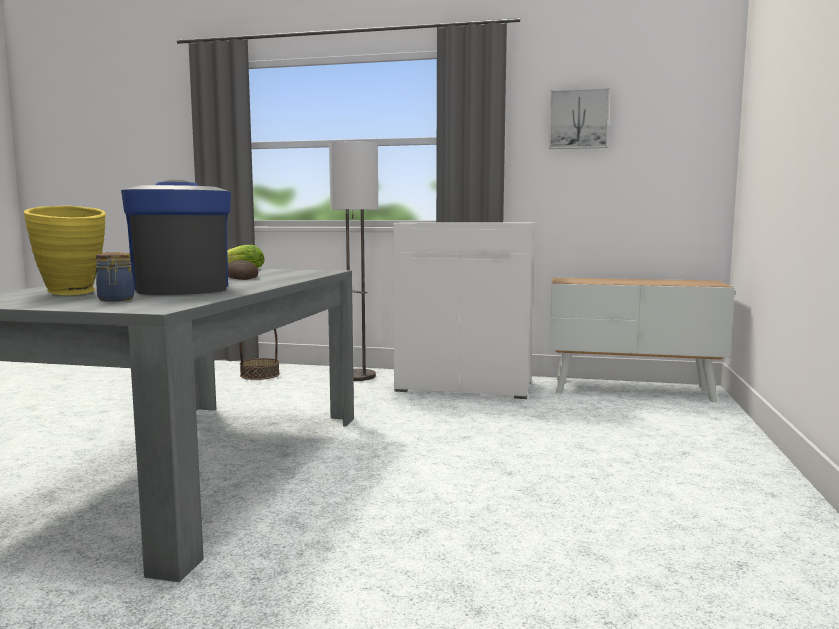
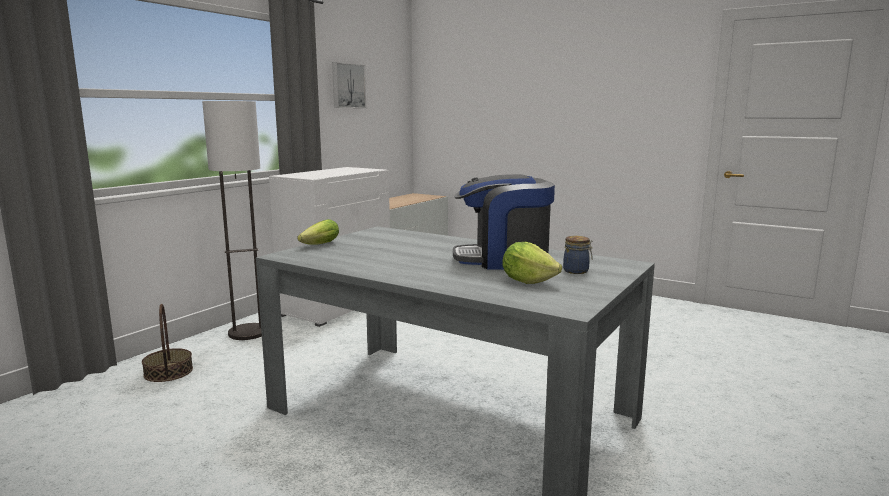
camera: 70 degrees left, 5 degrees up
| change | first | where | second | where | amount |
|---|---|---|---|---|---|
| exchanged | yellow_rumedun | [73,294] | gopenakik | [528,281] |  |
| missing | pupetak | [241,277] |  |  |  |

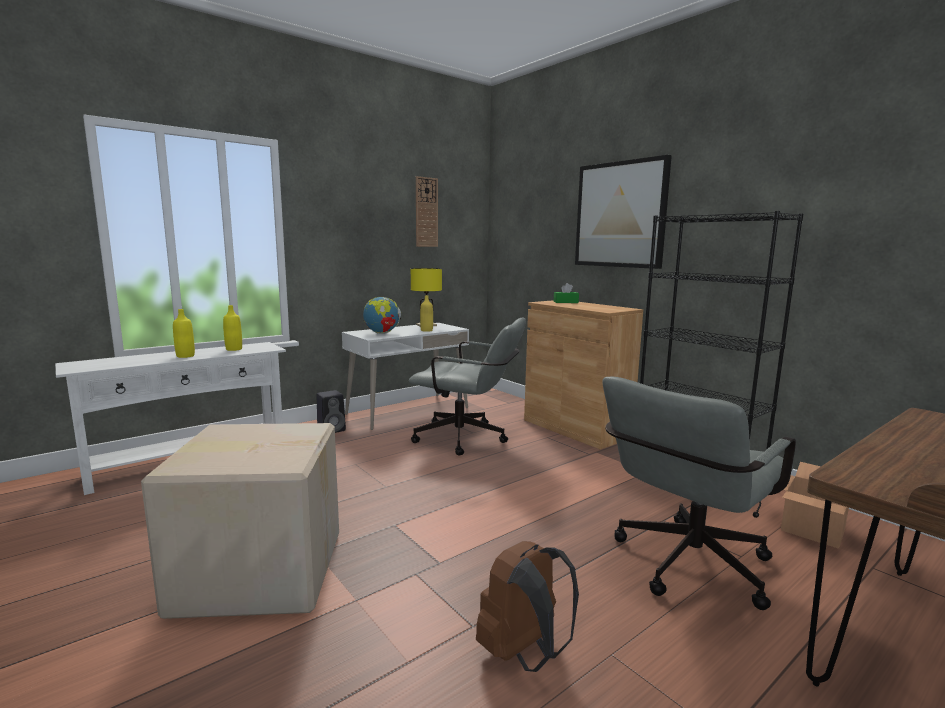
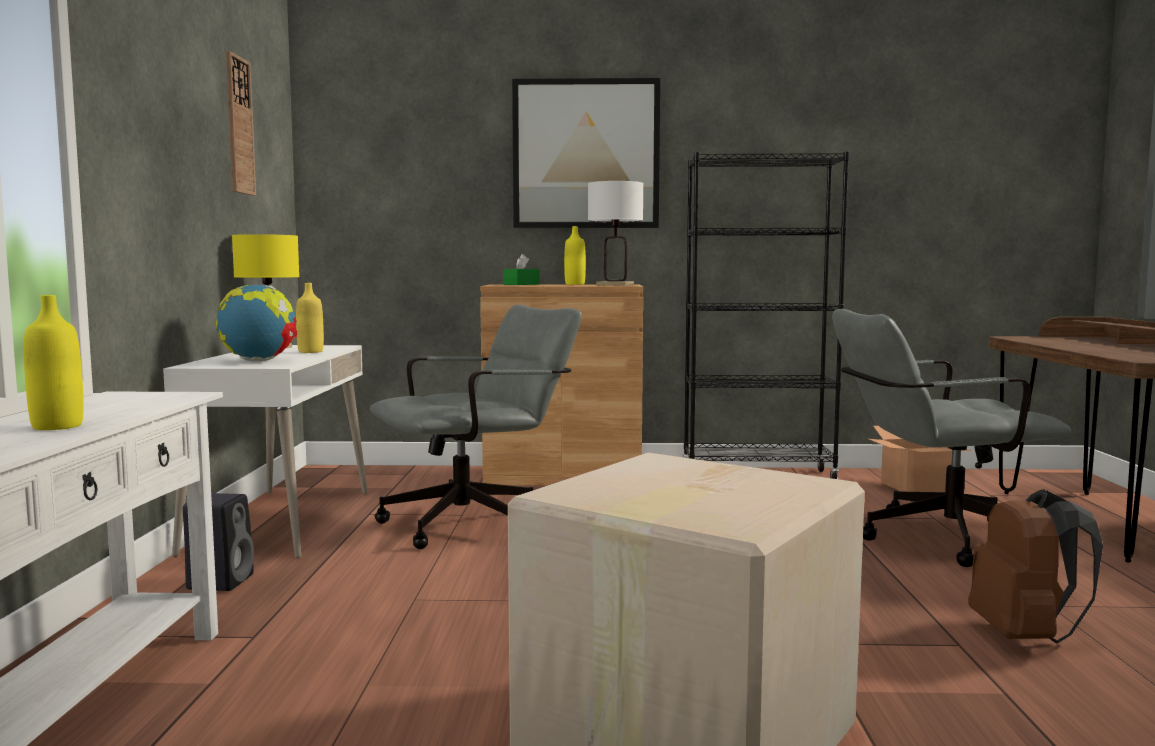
camera: 50 degrees left, 5 degrees down
| change | first | where | second | where | amount |
|---|---|---|---|---|---|
| relocated | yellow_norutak | [234,349] |  | [575,284] |  |
| appeared |  |  | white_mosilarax | [615,285] |  |
| spun | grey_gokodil | [685,568] |  | [934,539] | 90 degrees clockwise |

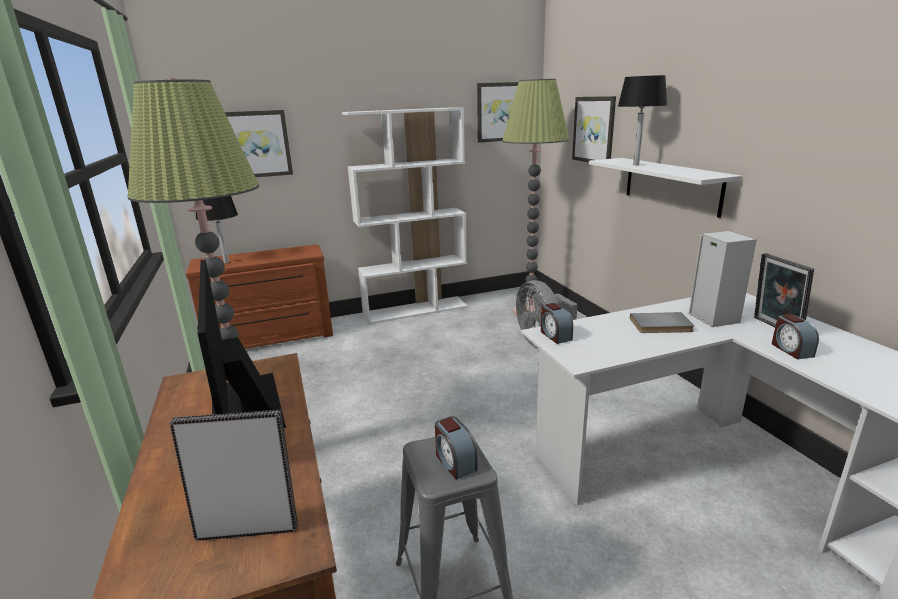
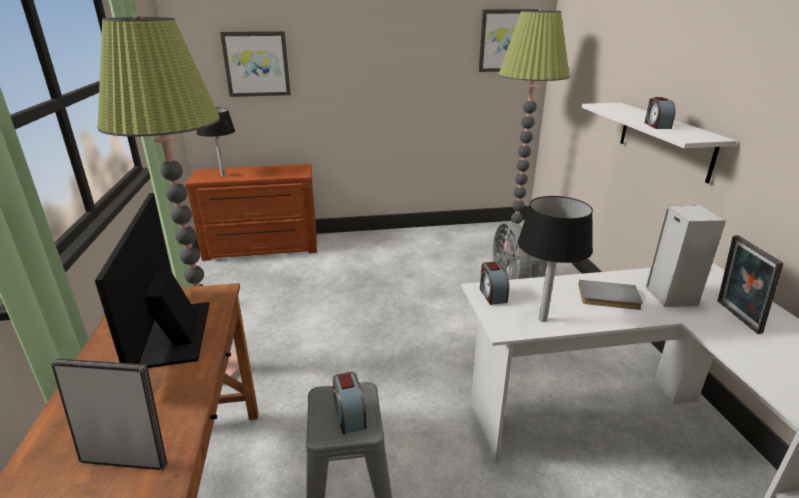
camera: 10 degrees right, 5 degrees up
| change | first | where | second | where | amount |
|---|---|---|---|---|---|
| relocated | black_mosilarax | [636,165] |  | [543,319] |  |
| relocated | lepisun | [791,350] |  | [656,125] |  |
| missing | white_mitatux | [416,310] |  |  |  |
| missing | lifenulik | [594,130] |  |  |  |

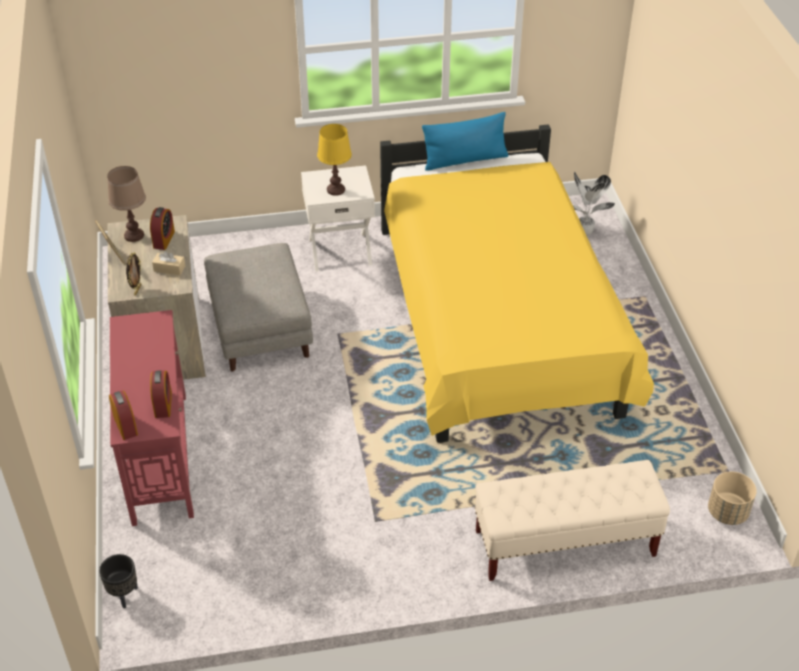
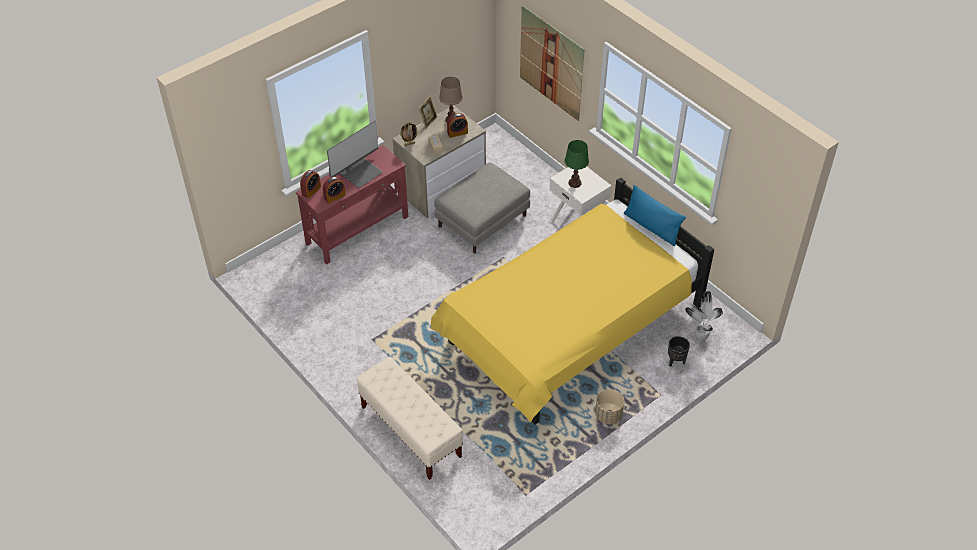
camera: 60 degrees right, 5 degrees up
| change | first | where | second | where | amount |
|---|---|---|---|---|---|
| appeared |  |  | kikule | [360,172] |  |
| appeared |  |  | lifenulik | [551,63] |  |
| colour | yellow_mosilarax | [335,190] | green_mosilarax | [574,183] |  |
| relocated | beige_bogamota | [728,512] |  | [608,415] |  |
| relocated | black_bogamota | [124,595] |  | [676,361] |  |

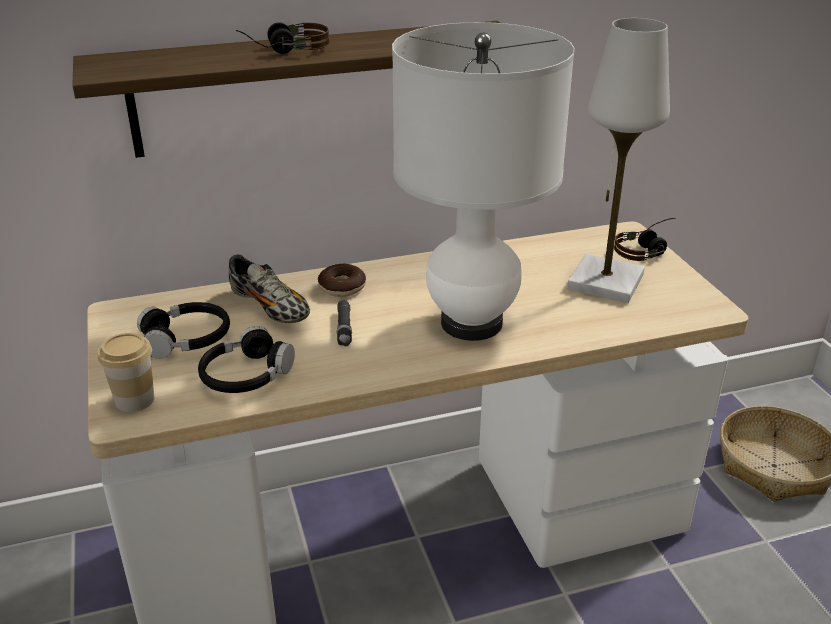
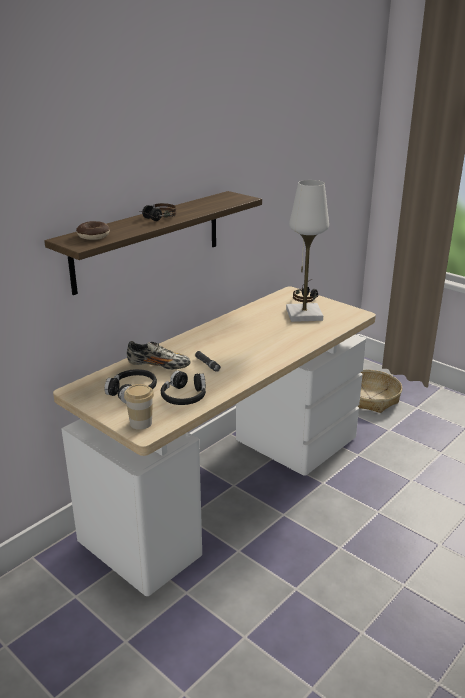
camera: 30 degrees left, 5 degrees down
| change | first | where | second | where | amount |
|---|---|---|---|---|---|
| relocated | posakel | [342,287] |  | [93,236] |  |
| missing | white_mosilarax | [471,323] |  |  |  |

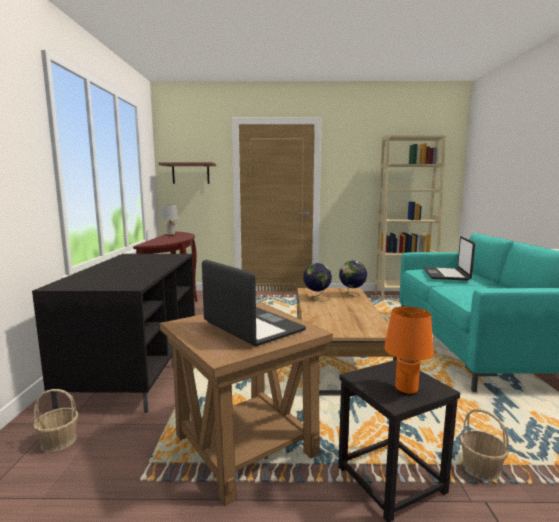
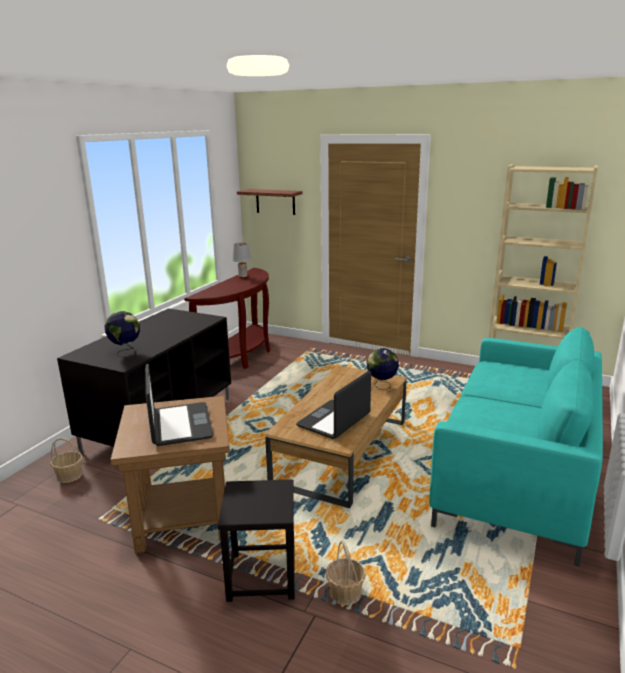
camera: 25 degrees right, 10 degrees up
| change | first | where | second | where | amount |
|---|---|---|---|---|---|
| relocated | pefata | [316,298] |  | [126,352] |  |
| relocated | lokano | [446,274] |  | [334,420] |  |
| missing | orange_mosilarax | [406,390] |  |  |  |

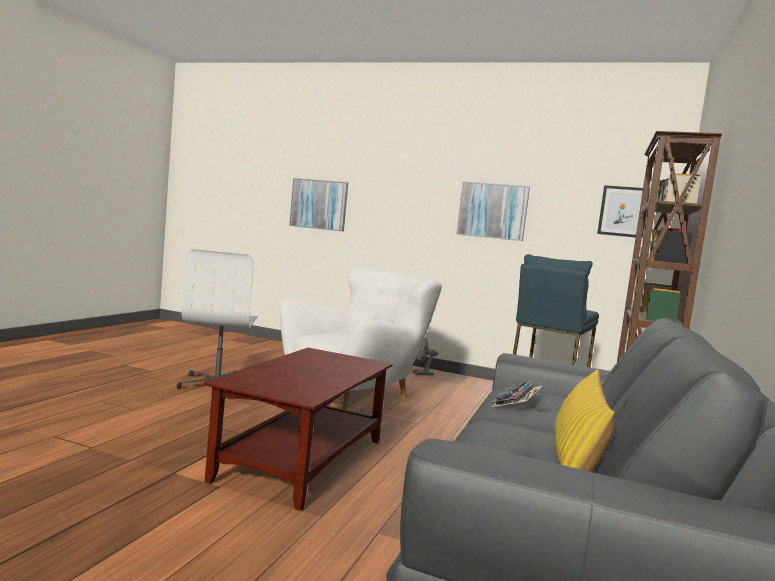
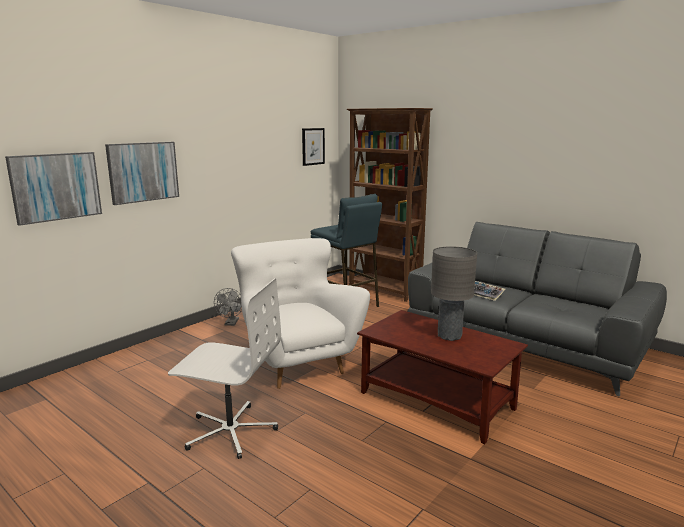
camera: 70 degrees left, 10 degrees up
| change | first | where | second | where | amount |
|---|---|---|---|---|---|
| relocated | lifenulik | [492,211] |  | [143,172] |  |
| appeared |  |  | grey_mosilarax | [449,336] |  |
| missing | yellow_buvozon | [576,459] |  |  |  |

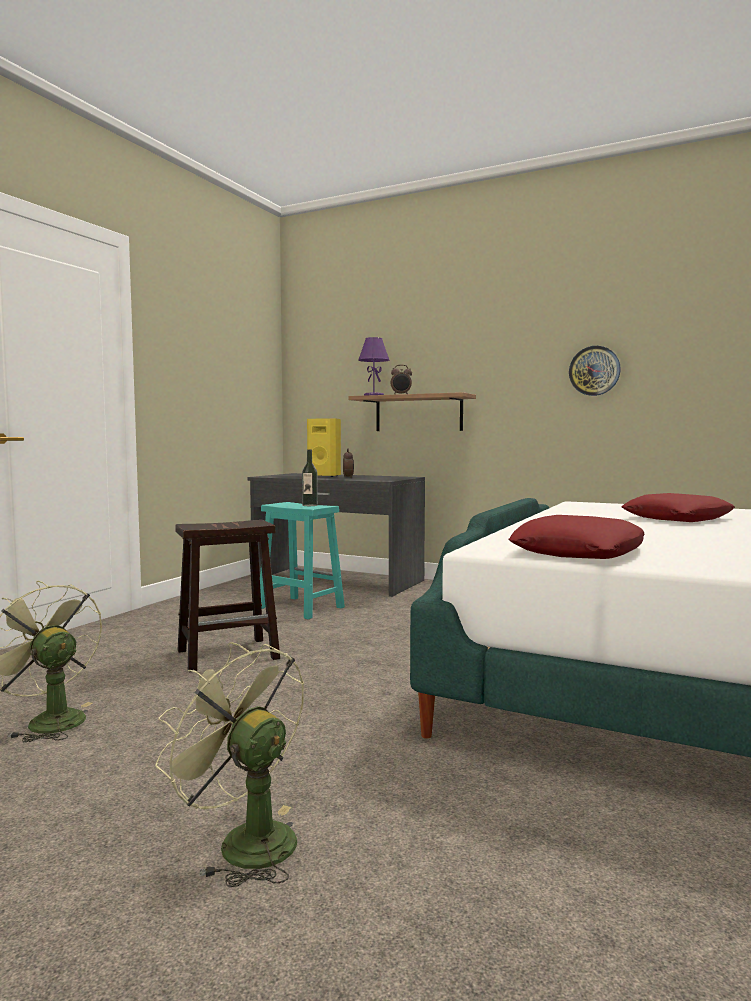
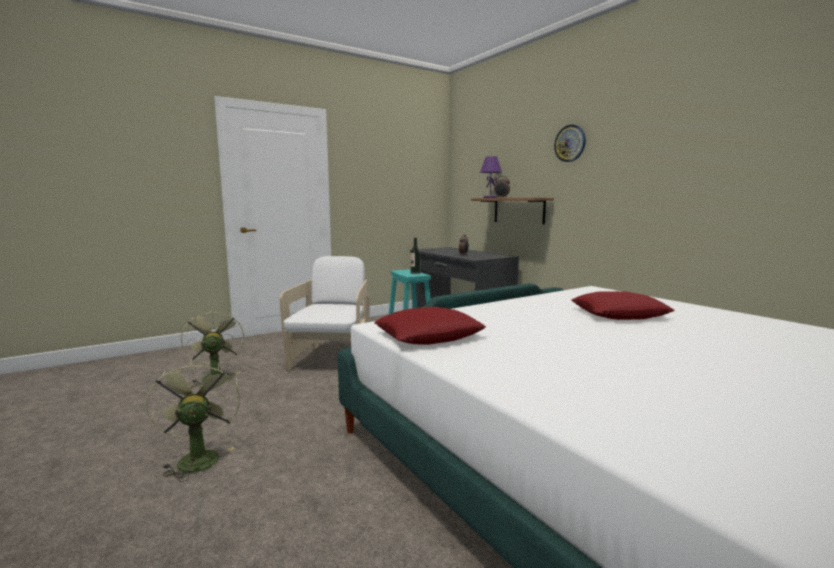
camera: 30 degrees right, 5 degrees up
| change | first | where | second | where | amount |
|---|---|---|---|---|---|
| exchanged | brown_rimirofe | [229,654] | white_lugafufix | [332,359] |  |
| relocated | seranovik | [594,371] |  | [570,143] |  |
| missing | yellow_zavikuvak | [325,476] |  |  |  |

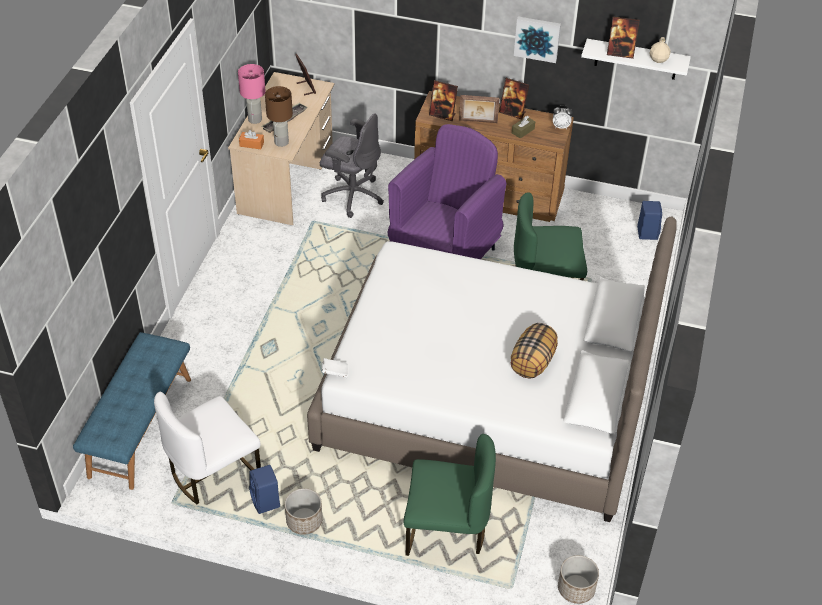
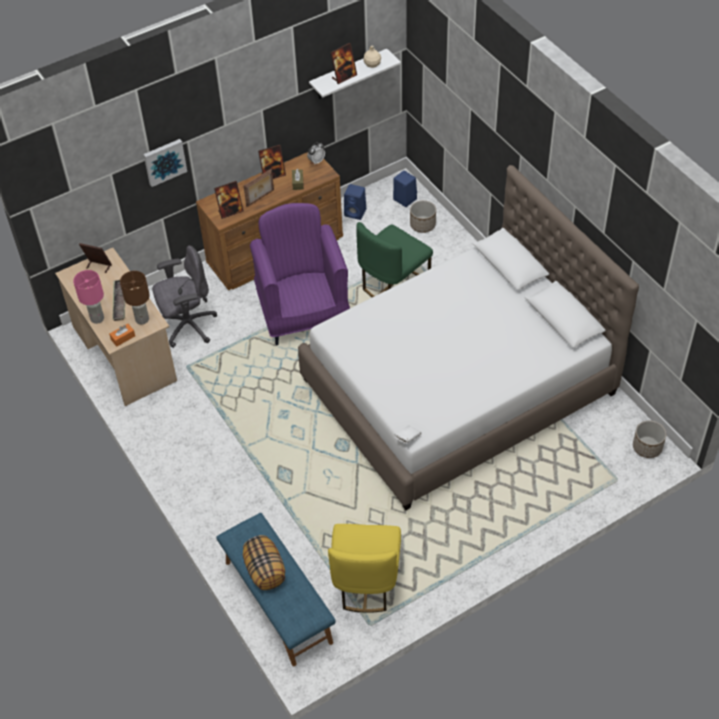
camera: 45 degrees left, 5 degrees up
| change | first | where | second | where | amount |
|---|---|---|---|---|---|
| relocated | lifenulik | [537,38] |  | [164,161] |  |
| relocated | buvozon | [533,362] |  | [265,571] |  |
| colour | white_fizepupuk | [213,472] | yellow_fizepupuk | [366,582] |  |
| relocated | blue_zavikuvak | [266,502] |  | [356,213] |  |
| relocated | bogamota | [304,521] |  | [422,225] |  |
| missing | green_fizepupuk | [446,530] |  |  |  |

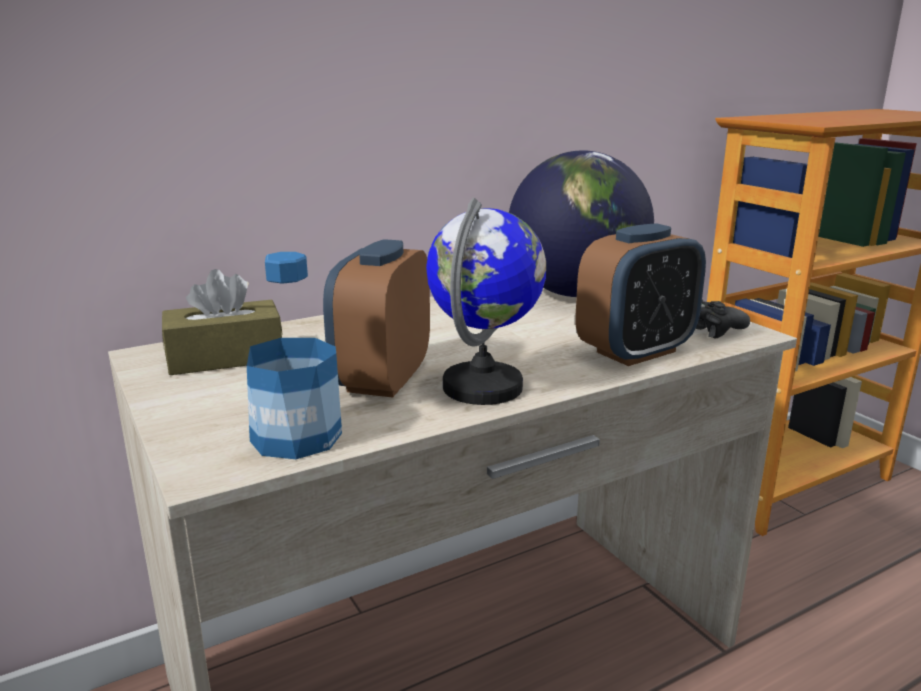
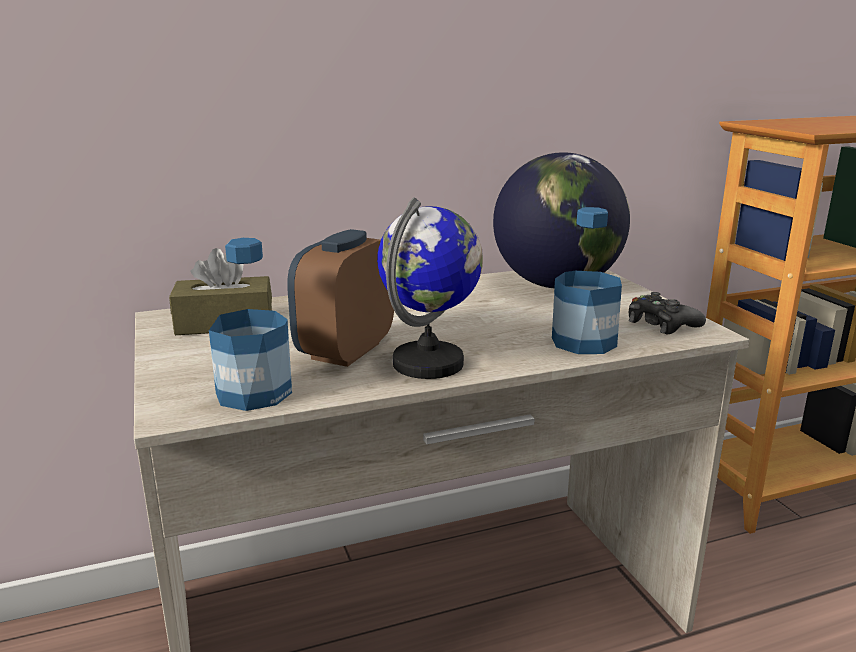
camera: 10 degrees right, 0 degrees up
| change | first | where | second | where | amount |
|---|---|---|---|---|---|
| exchanged | lepisun | [636,352] | norutak | [583,342] |  |

